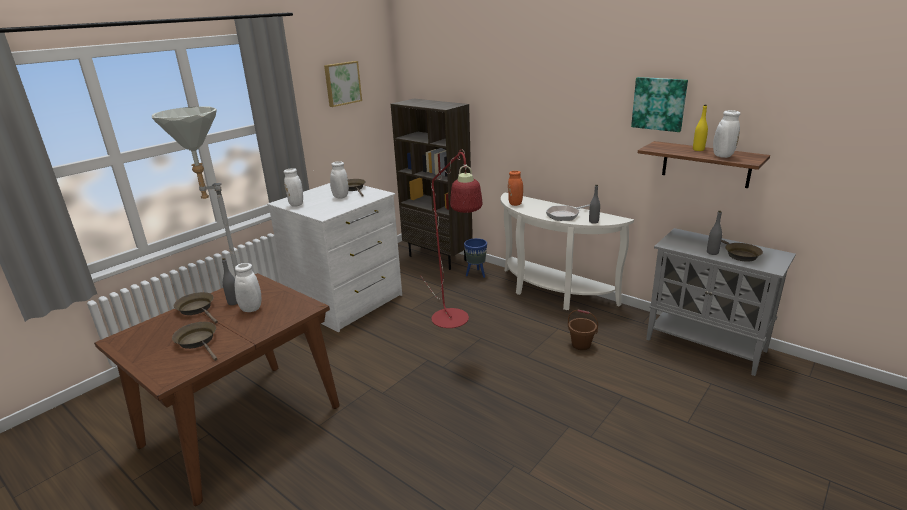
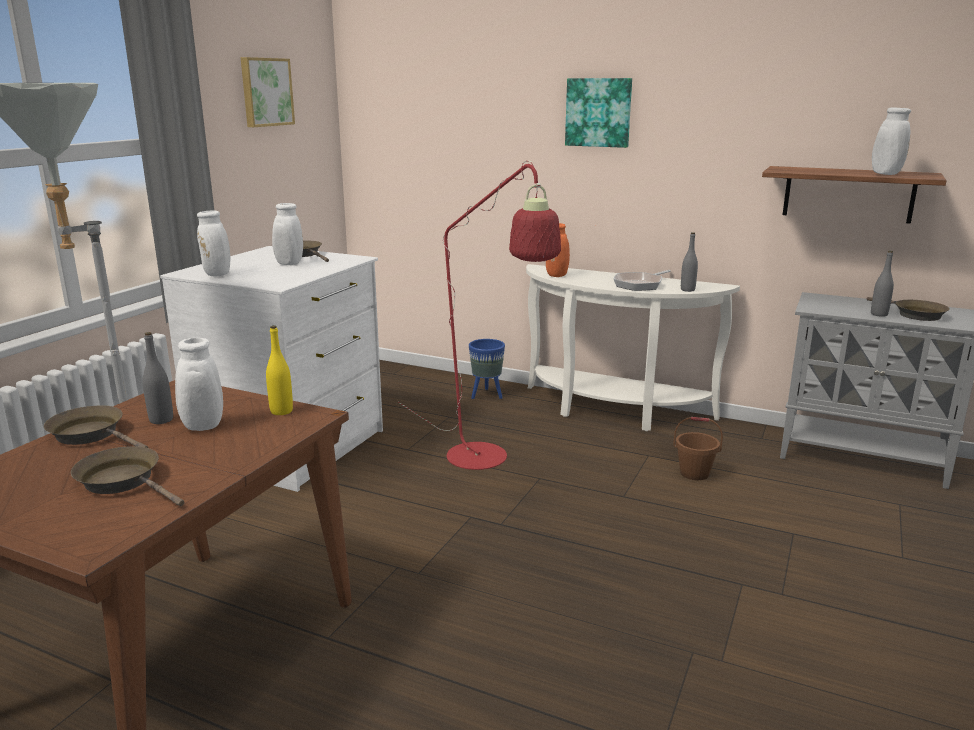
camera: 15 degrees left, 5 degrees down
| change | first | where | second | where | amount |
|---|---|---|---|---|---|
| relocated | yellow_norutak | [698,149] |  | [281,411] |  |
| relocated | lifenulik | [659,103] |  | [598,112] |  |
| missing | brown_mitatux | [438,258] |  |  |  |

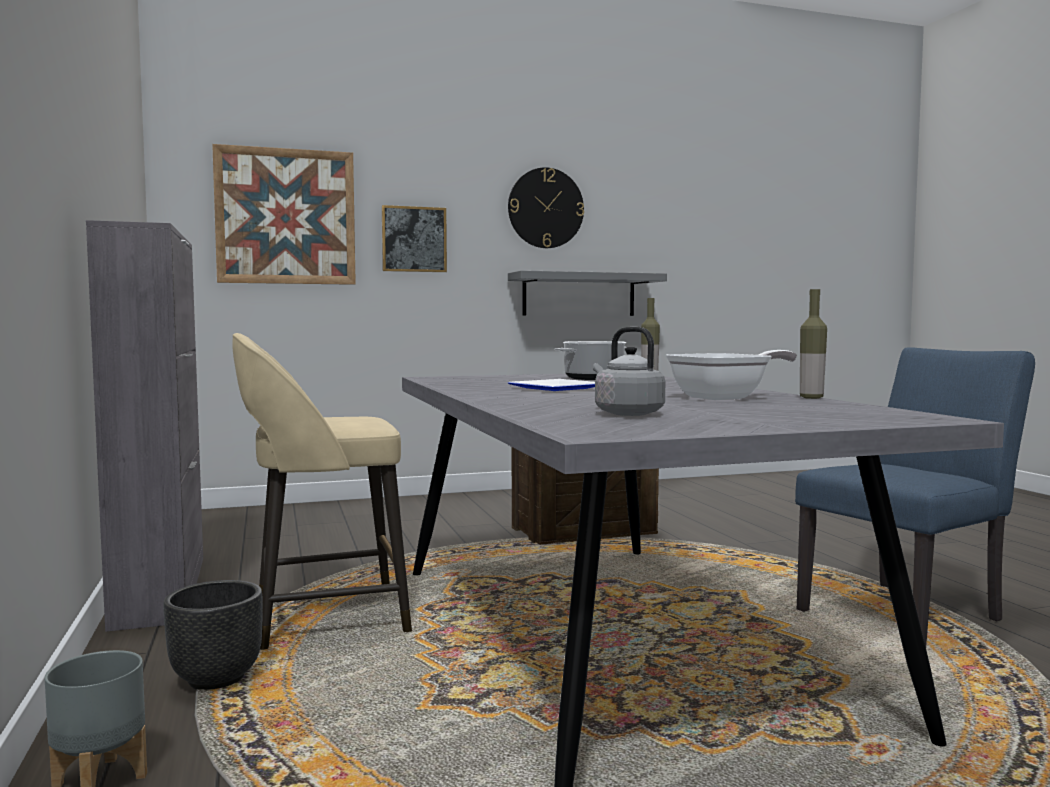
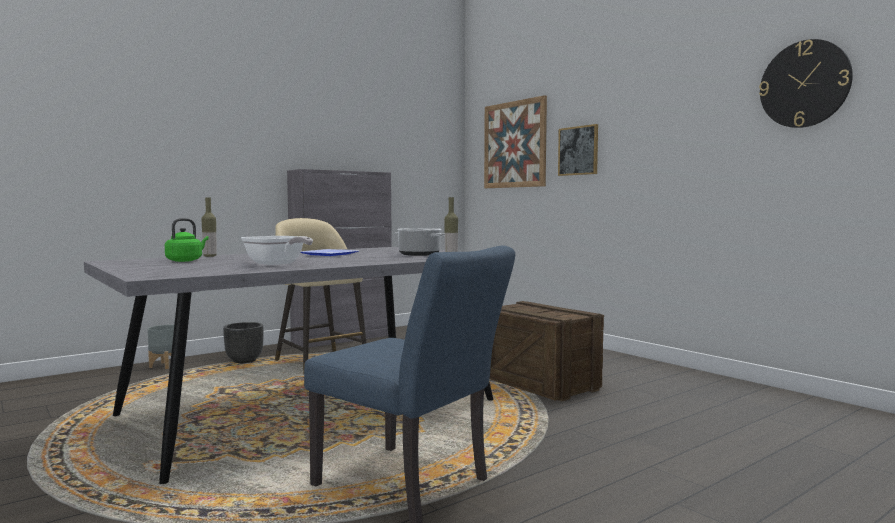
camera: 70 degrees right, 0 degrees up
| change | first | where | second | where | amount |
|---|---|---|---|---|---|
| colour | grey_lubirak | [626,413] | green_lubirak | [186,260] |  |
| relocated | norutak | [811,398] |  | [210,256] |  |
| relocated | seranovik | [545,208] |  | [804,84] |  |
| missing | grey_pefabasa | [579,295] |  |  |  |

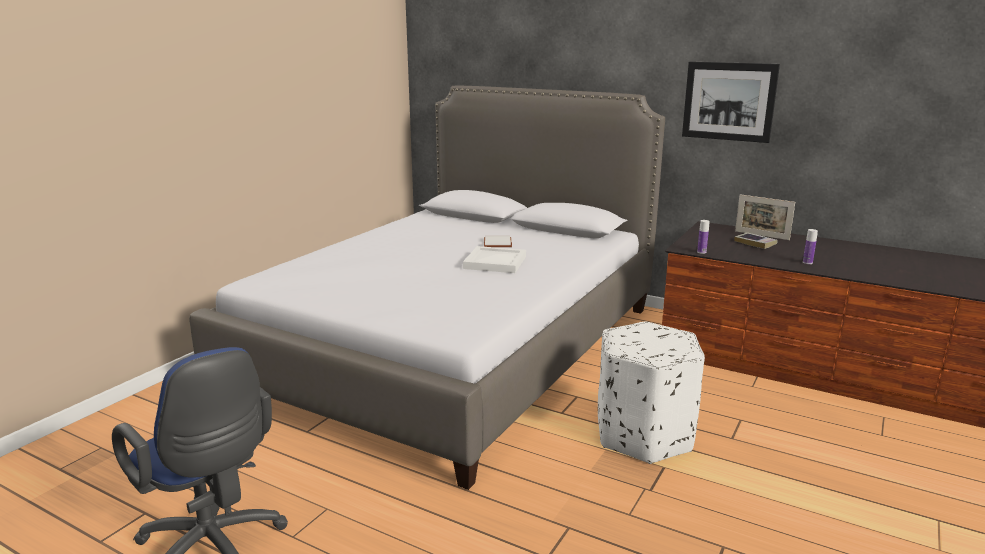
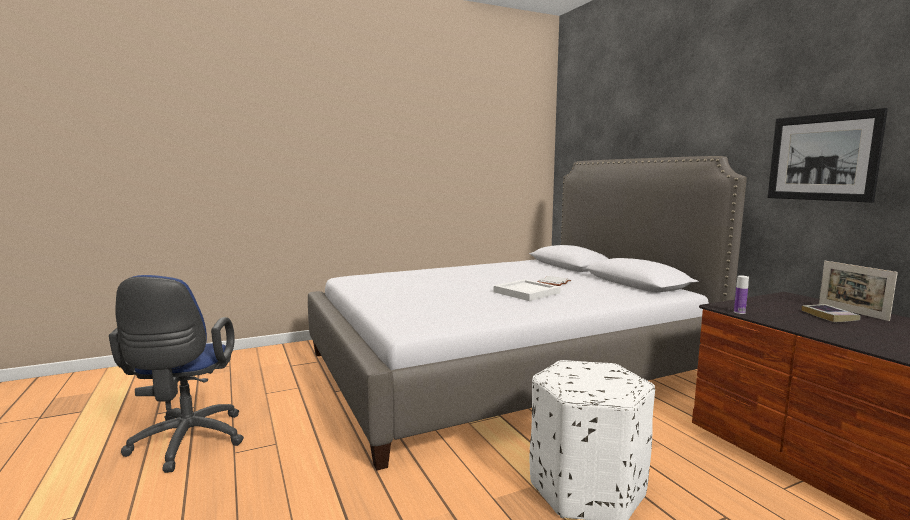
camera: 35 degrees right, 10 degrees down
| change | first | where | second | where | amount |
|---|---|---|---|---|---|
| missing | norutak | [807,262] |  |  |  |

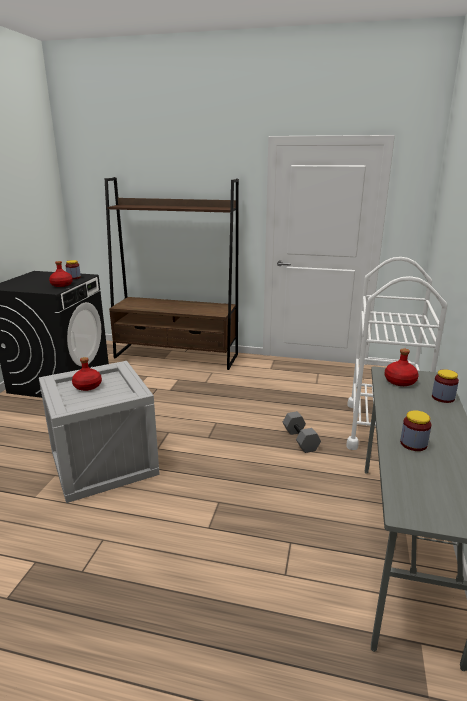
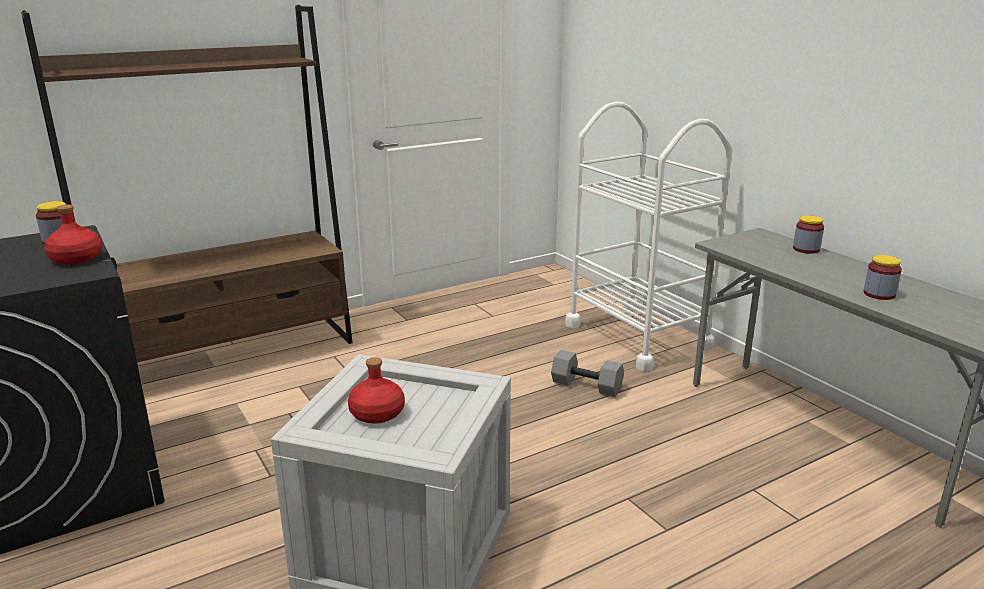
camera: 45 degrees left, 0 degrees up
| change | first | where | second | where | amount |
|---|---|---|---|---|---|
| missing | red_norutak | [399,381] |  |  |  |

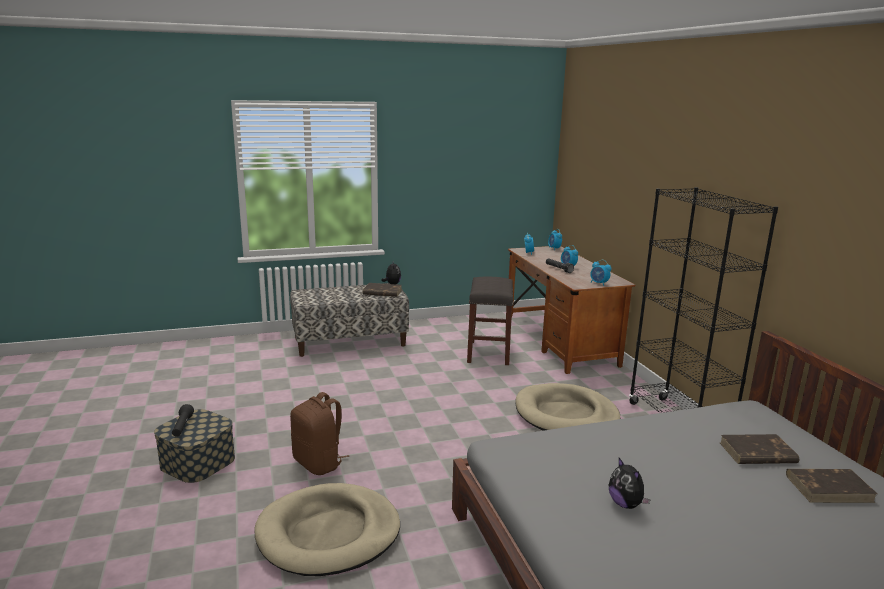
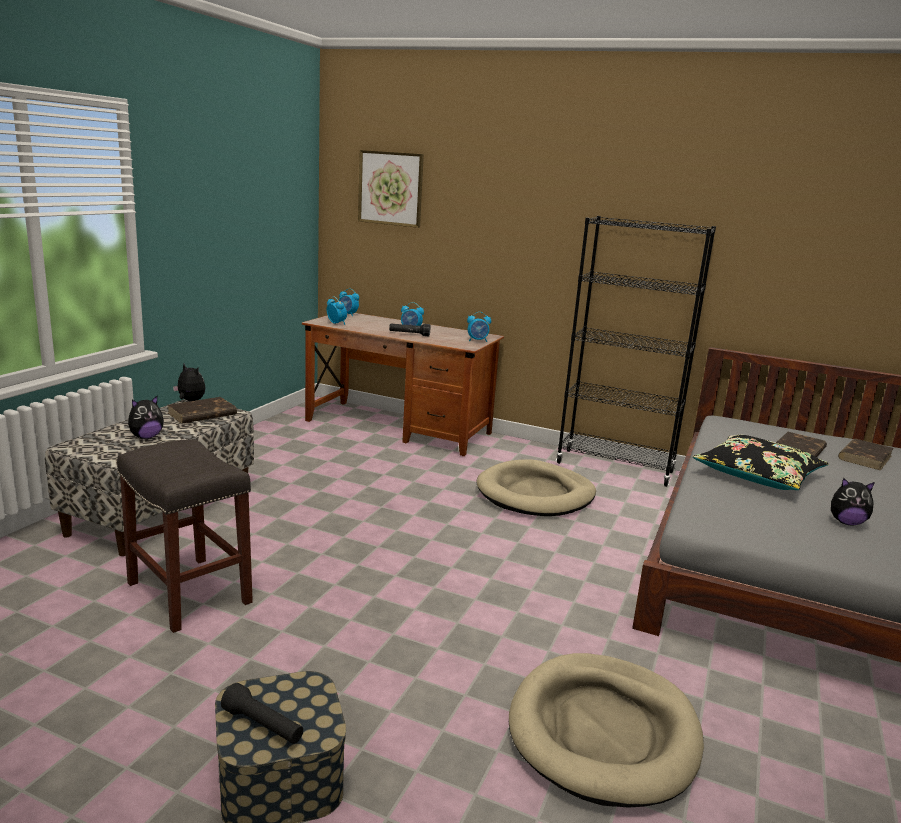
camera: 50 degrees left, 0 degrees up
| change | first | where | second | where | amount |
|---|---|---|---|---|---|
| relocated | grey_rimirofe | [488,352] |  | [187,592] |  |
| appeared |  |  | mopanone | [146,437] |  |
| appeared |  |  | lifenulik | [390,188] |  |
| appeared |  |  | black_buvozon | [758,475] |  |
| missing | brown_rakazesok | [319,463] |  |  |  |

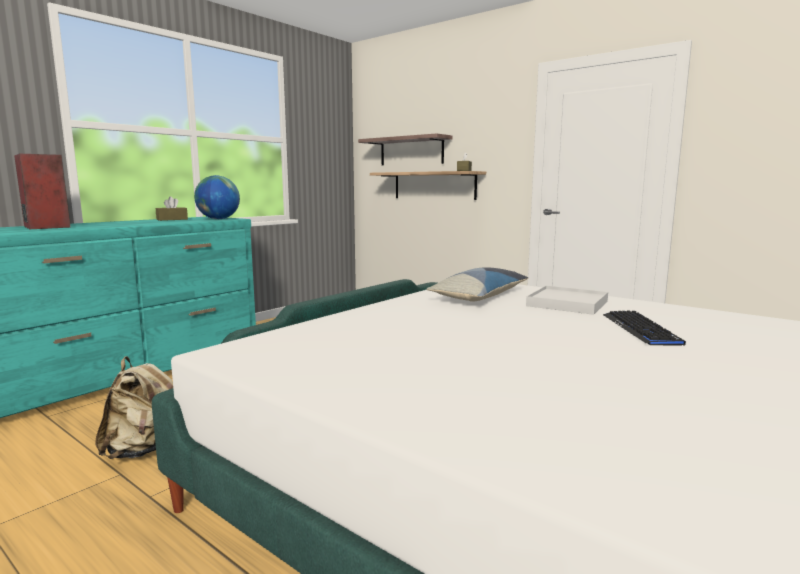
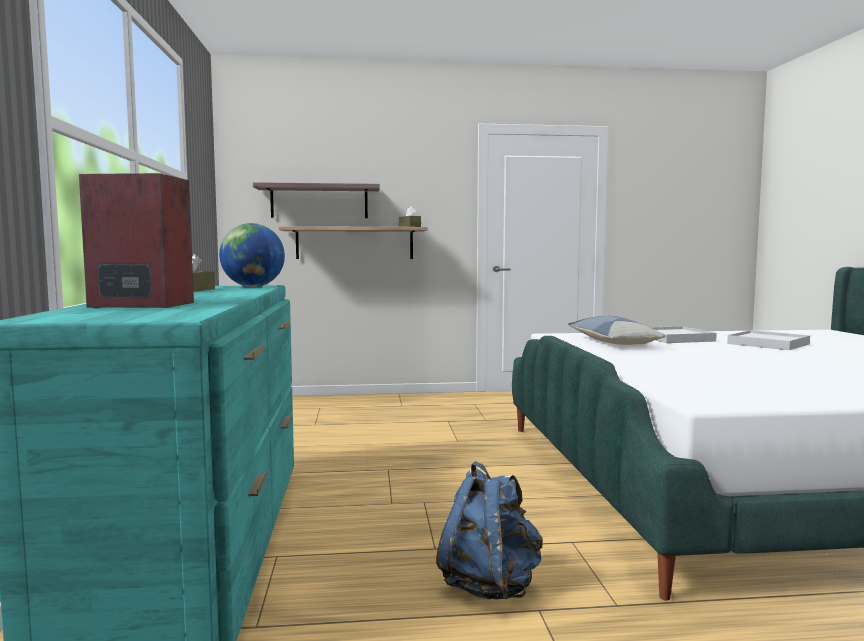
camera: 45 degrees left, 5 degrees down
| change | first | where | second | where | amount |
|---|---|---|---|---|---|
| colour | beige_rakazesok | [145,449] | blue_rakazesok | [490,585] |  |
| exchanged | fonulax | [640,329] | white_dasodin | [768,344] |  |

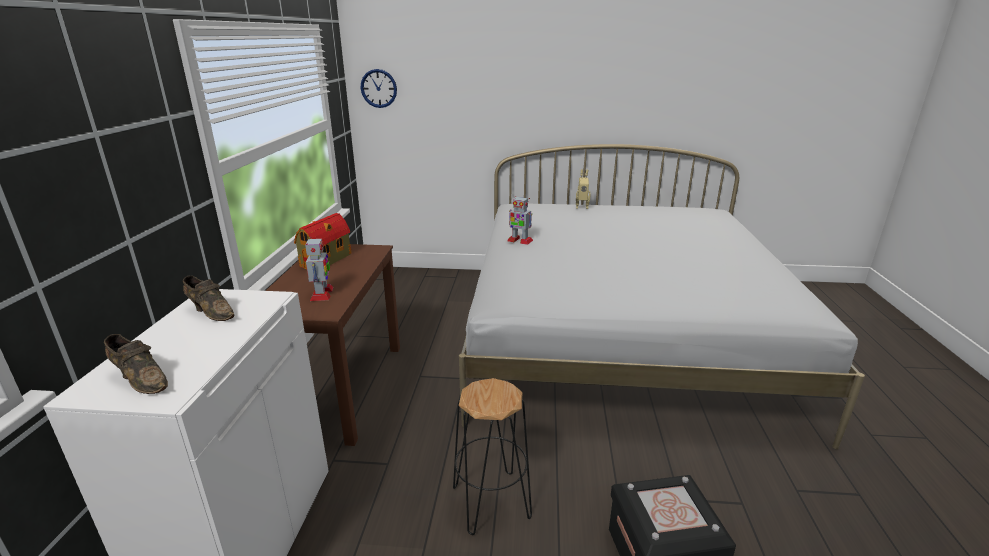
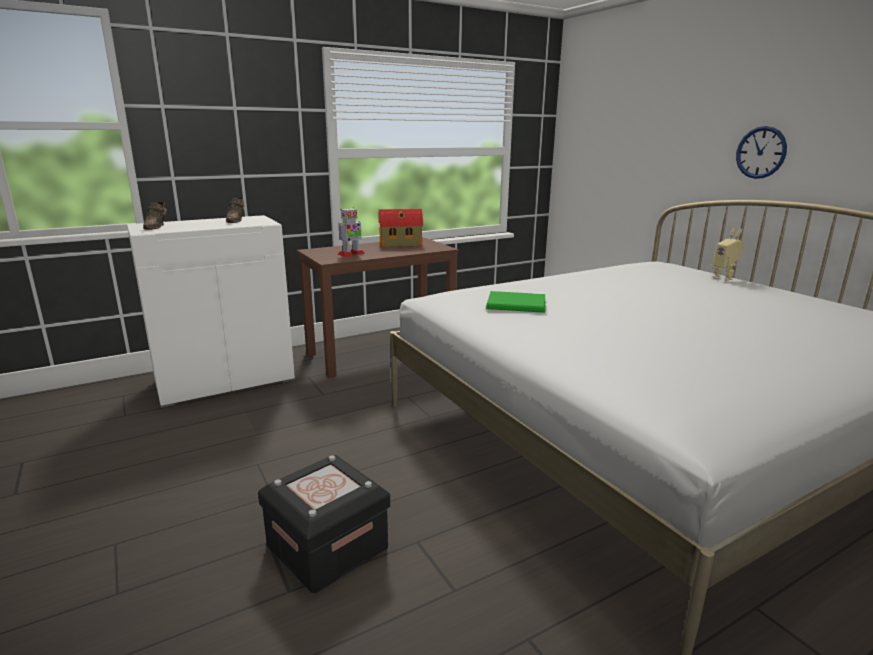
camera: 55 degrees right, 5 degrees down
| change | first | where | second | where | amount |
|---|---|---|---|---|---|
| appeared |  |  | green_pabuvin | [518,304] |  |
| relocated | seranovik | [378,88] |  | [761,152] |  |
| missing | black_rimirofe | [491,501] |  |  |  |
| missing | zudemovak | [519,240] |  |  |  |

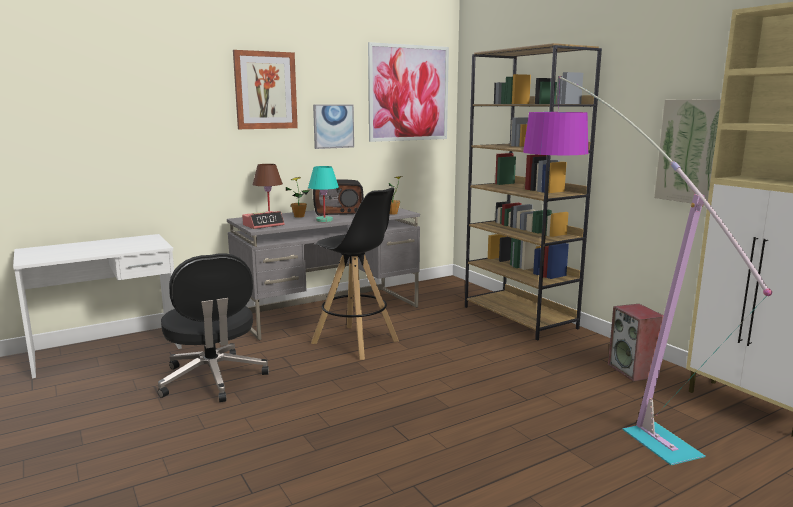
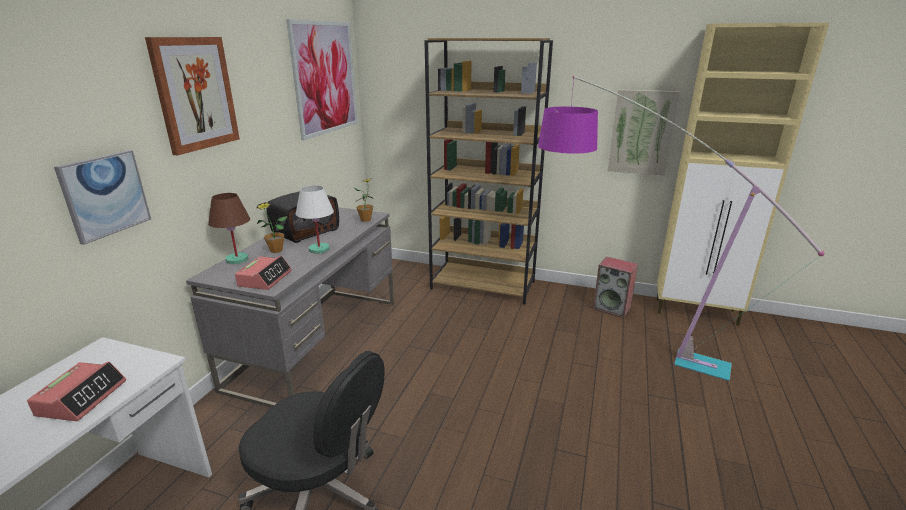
camera: 40 degrees left, 10 degrees up
| change | first | where | second | where | amount |
|---|---|---|---|---|---|
| appeared |  |  | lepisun | [82,398] |  |
| relocated | lifenulik | [333,126] |  | [105,195] |  |
| colour | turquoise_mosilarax | [324,220] | white_mosilarax | [319,249] |  |
| missing | black_rimirofe | [356,342] |  |  |  |

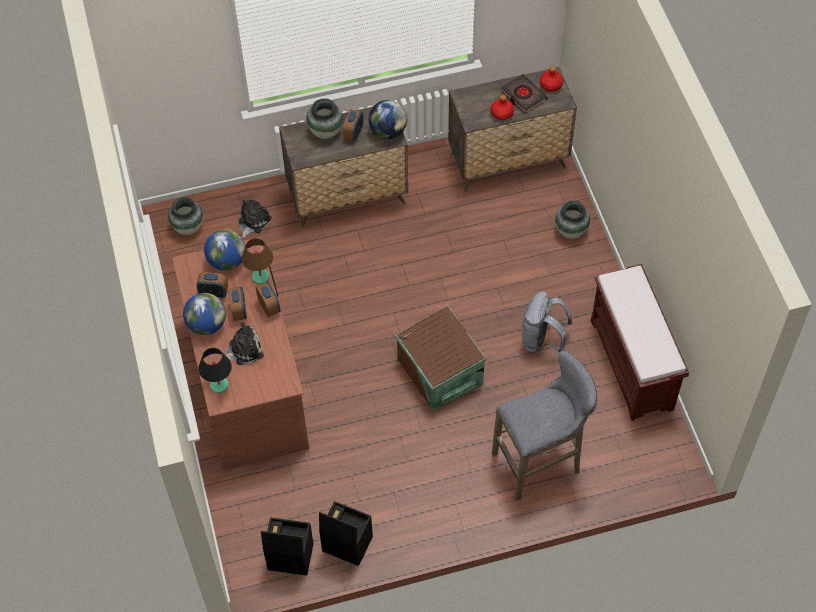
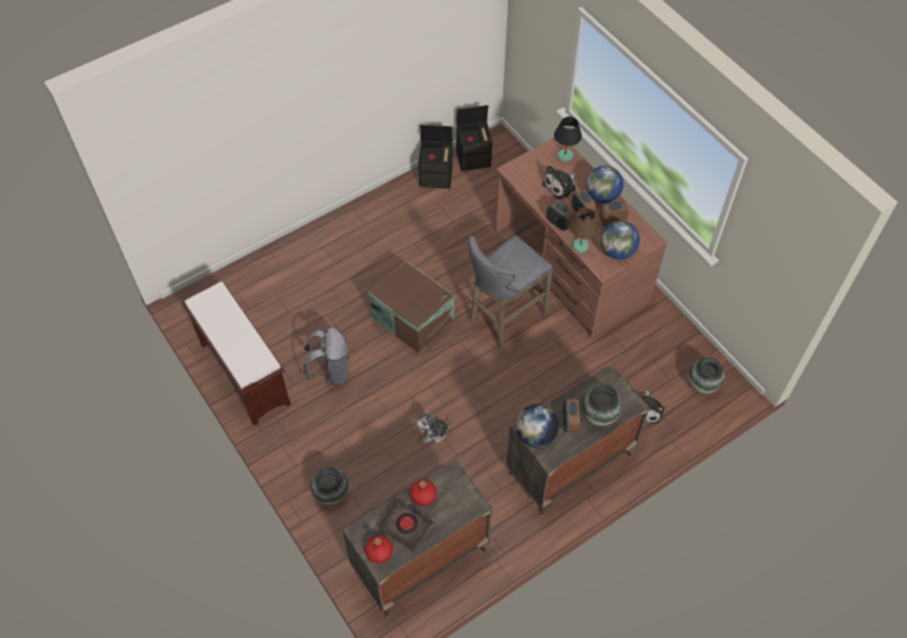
camera: 160 degrees right, 0 degrees up
| change | first | where | second | where | amount |
|---|---|---|---|---|---|
| appeared |  |  | mopanone | [433,433] |  |
| relocated | grey_rimirofe | [540,462] |  | [504,319] |  |

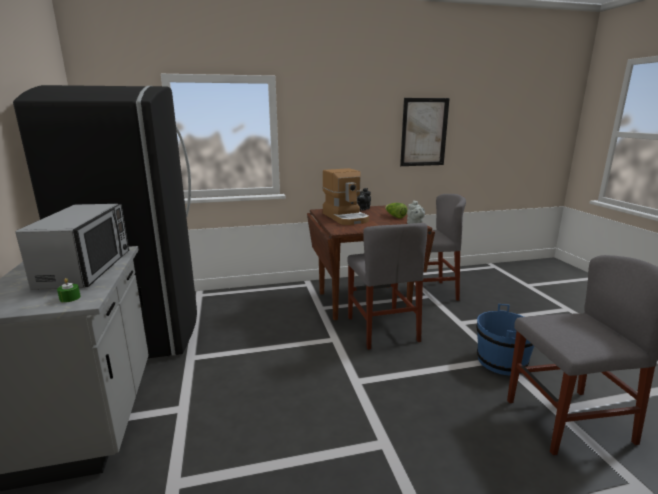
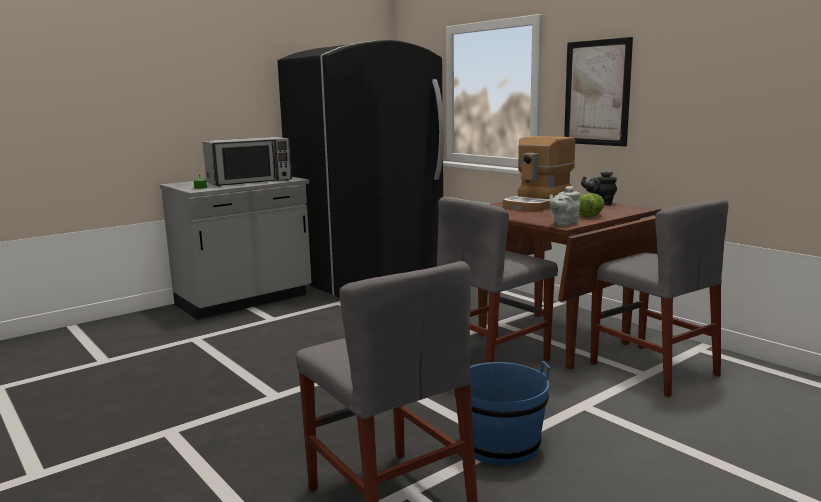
camera: 65 degrees right, 5 degrees down
| change | first | where | second | where | amount |
|---|---|---|---|---|---|
| relocated | lifenulik | [424,132] |  | [597,93] |  |

